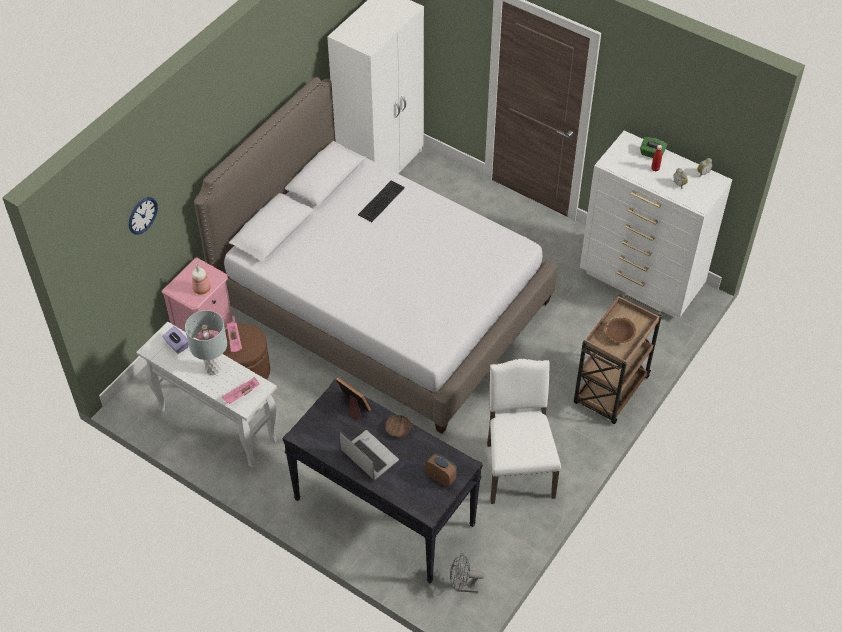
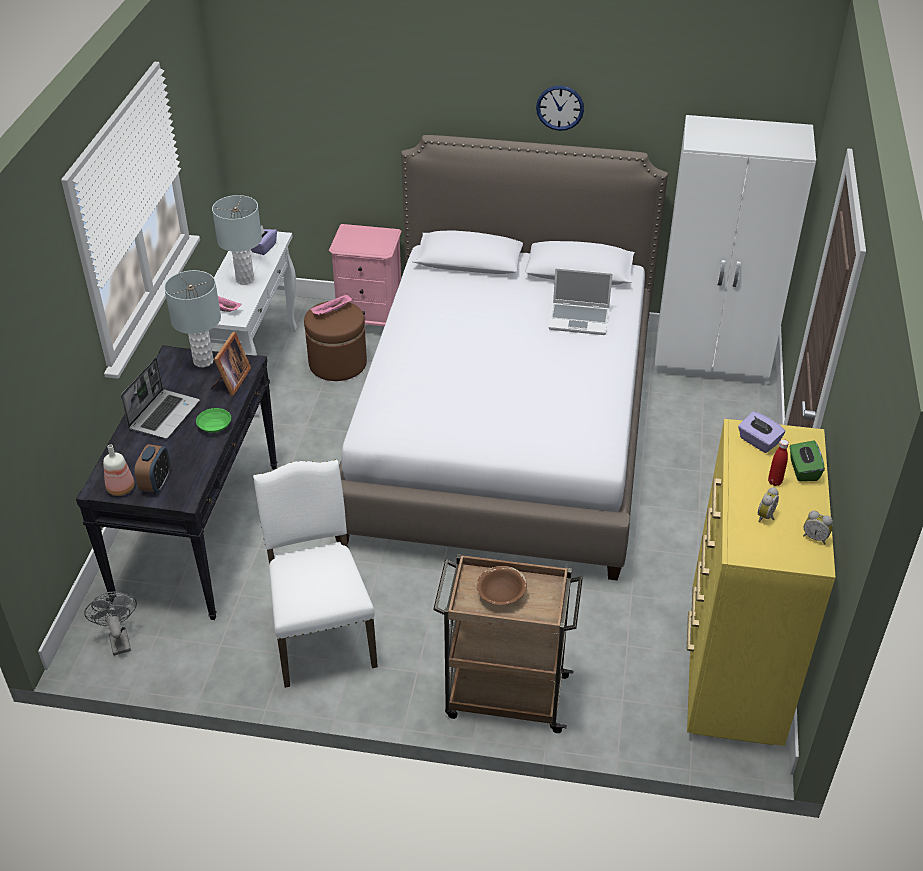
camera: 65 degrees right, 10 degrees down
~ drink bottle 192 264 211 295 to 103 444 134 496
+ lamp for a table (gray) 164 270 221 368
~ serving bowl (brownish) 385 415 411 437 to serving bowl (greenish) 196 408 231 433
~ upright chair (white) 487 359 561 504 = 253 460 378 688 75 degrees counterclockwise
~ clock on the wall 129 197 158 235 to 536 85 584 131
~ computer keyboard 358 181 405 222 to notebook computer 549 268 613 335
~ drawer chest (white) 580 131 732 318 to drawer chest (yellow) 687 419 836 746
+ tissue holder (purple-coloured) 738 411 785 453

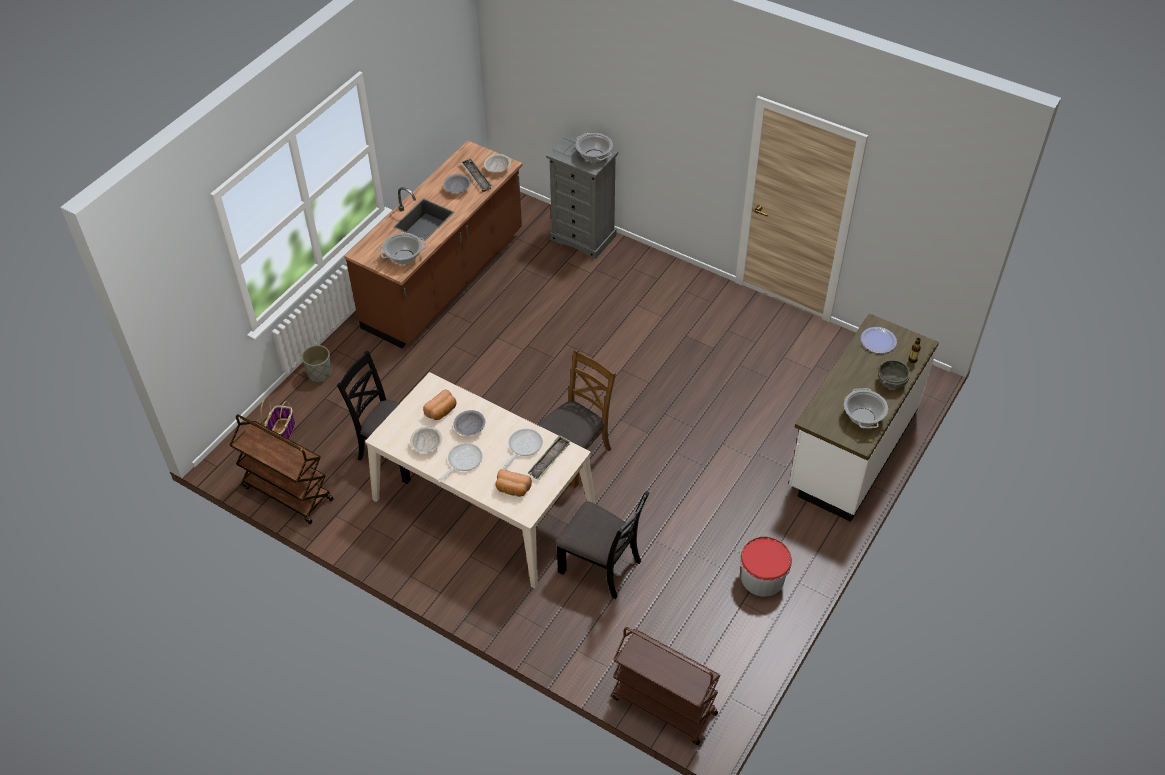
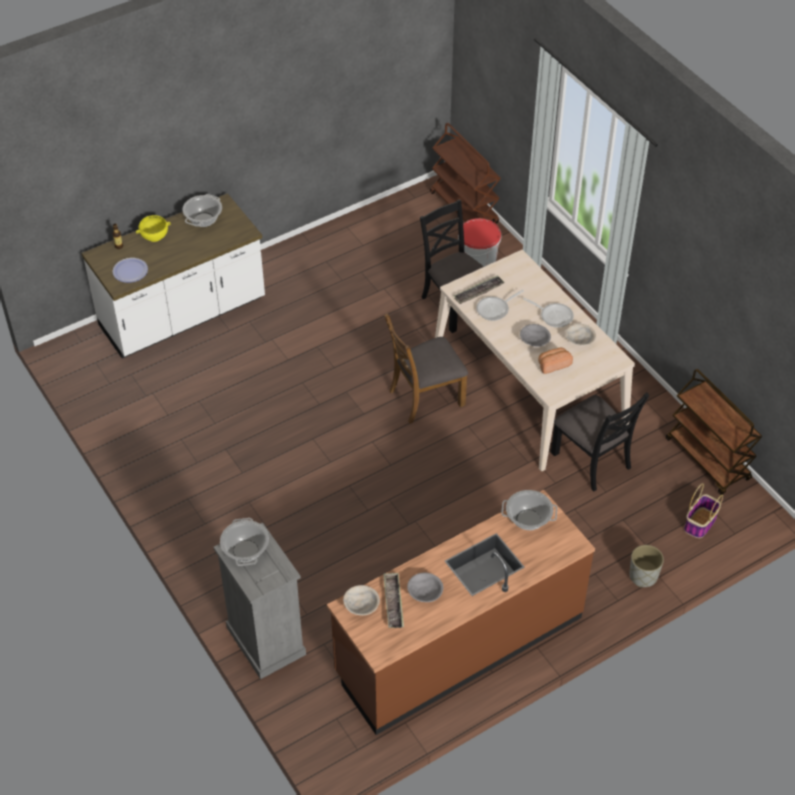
camera: 155 degrees left, 0 degrees up
~ serving bowl (gray) 878 360 910 389 to serving bowl (yellow) 136 215 171 242
~ pail 740 537 792 597 to 458 218 501 267
~ pan 438 443 483 482 = 523 298 574 328 120 degrees counterclockwise
- bakery bread 496 469 532 497

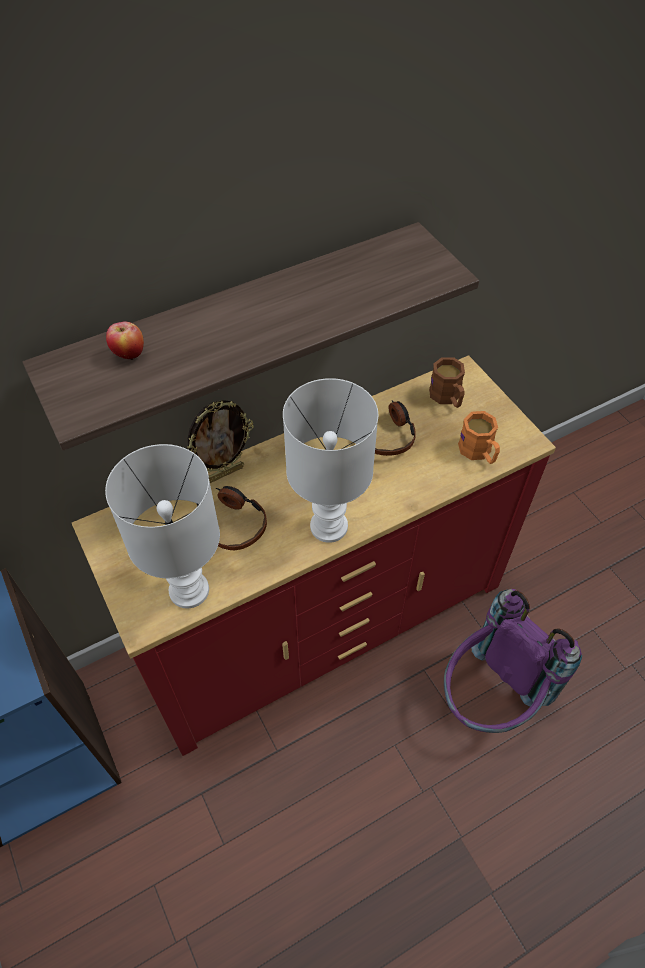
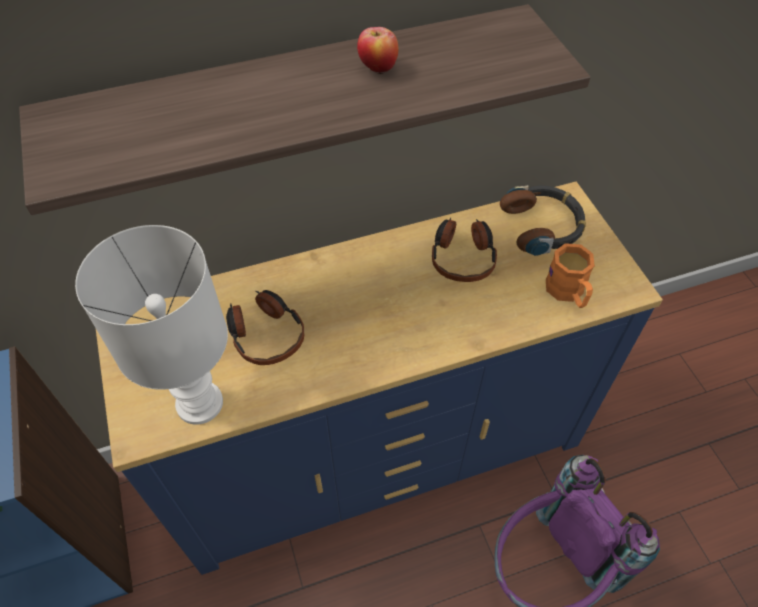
camera: 10 degrees right, 0 degrees up
~ drawer chest (reddish) 72 355 556 756 to drawer chest (blue-coloured) 96 182 663 575
~ apple fruit 106 321 144 361 to 357 27 398 75
~ coffee mug (brownish) 429 357 465 408 to headset 500 185 586 256
- standing frame 187 400 254 483
- lamp for a table (white) 283 378 378 543

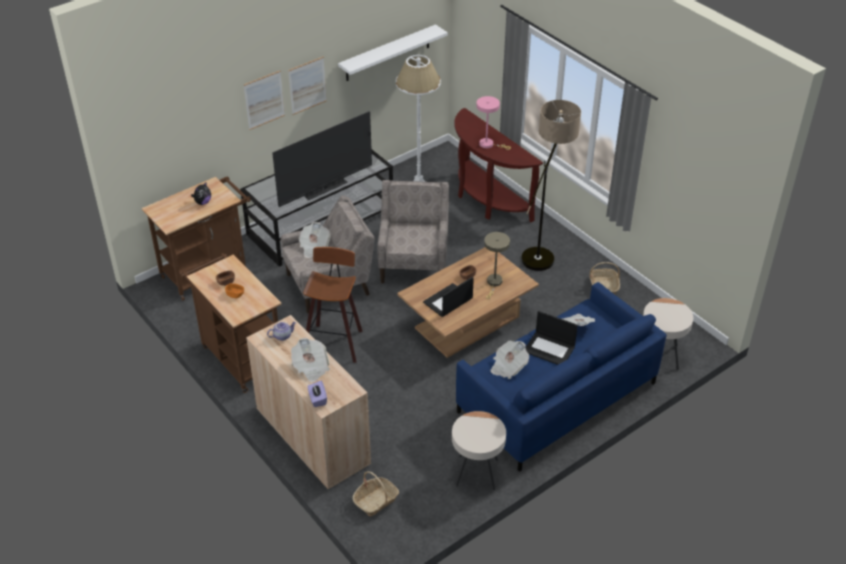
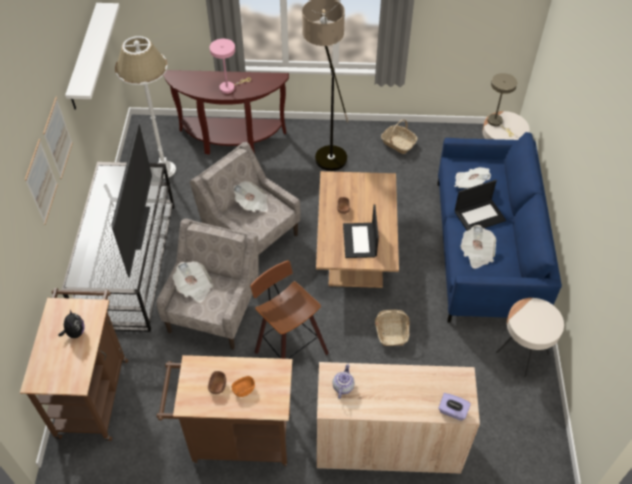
camera: 50 degrees left, 10 degrees up
~ printed paper 291 338 330 382 to 233 181 268 212
~ storage basket 353 471 399 517 to 375 310 410 346
~ lamp for a table (beige) 484 232 510 299 to 488 73 517 137

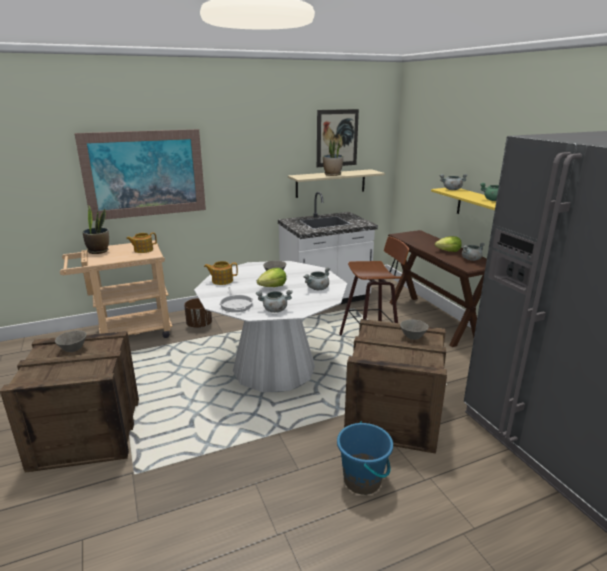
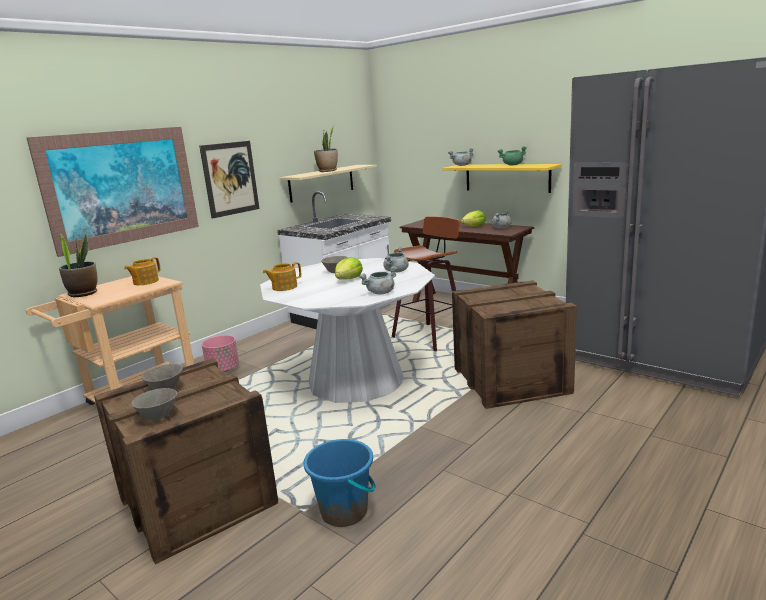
camera: 25 degrees left, 5 degrees down
~ serving bowl (gray) 400 319 429 340 to 131 388 177 420
~ picture 317 109 359 167 to 199 141 259 219
~ plant pot (brownish) 184 298 212 328 to plant pot (pinkish) 202 335 239 372
~ pail (blue-coloured) 337 422 393 495 to 303 439 376 527
- pan 219 287 254 312

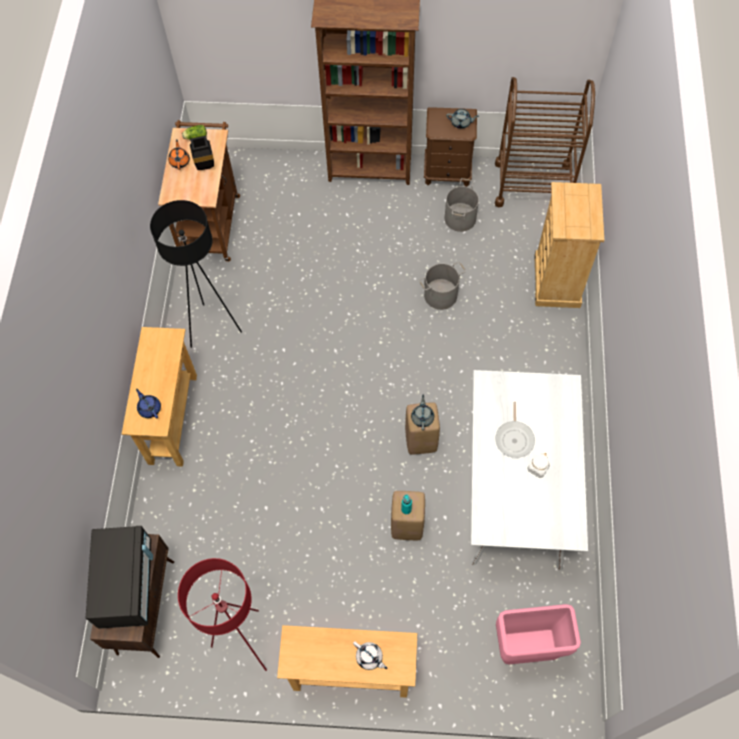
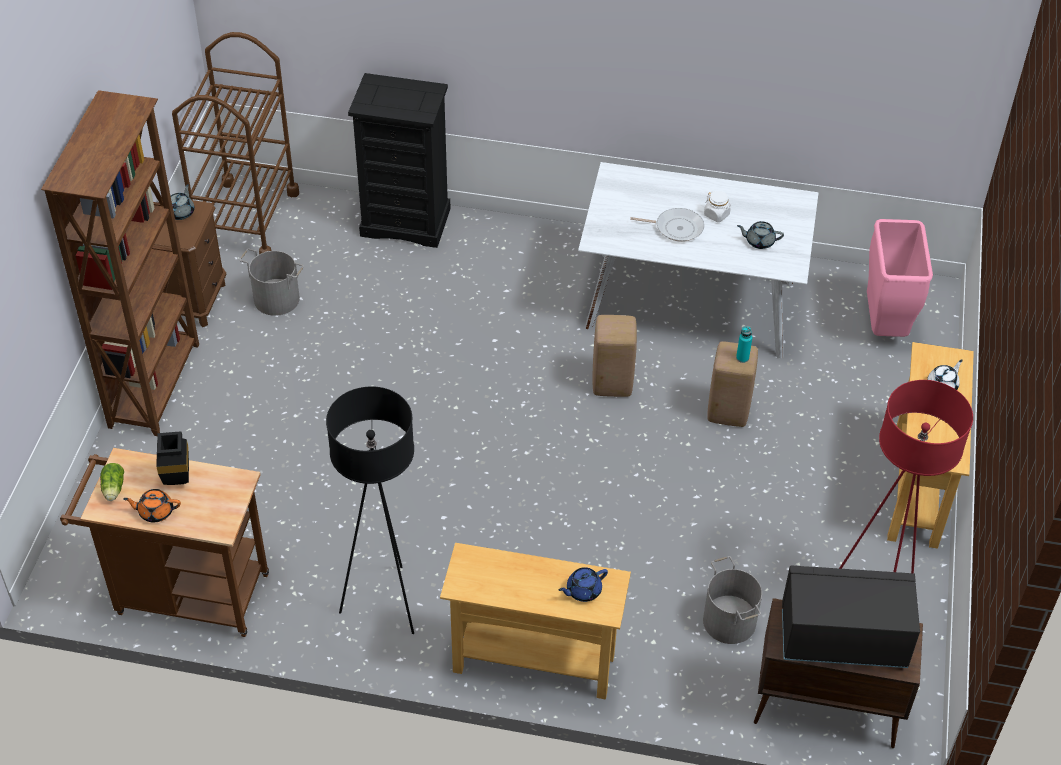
camera: 85 degrees left, 15 degrees down
~ drawer chest (beige) 535 182 604 308 to drawer chest (blackish) 348 73 451 248
~ pail (gray) 419 262 466 310 to 703 556 762 644
~ pot for tea (gray) 411 395 434 430 to 737 221 784 249

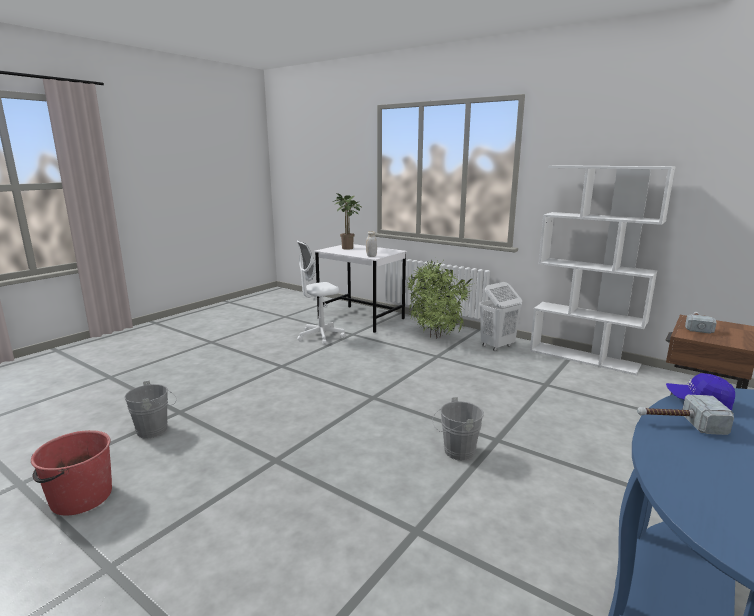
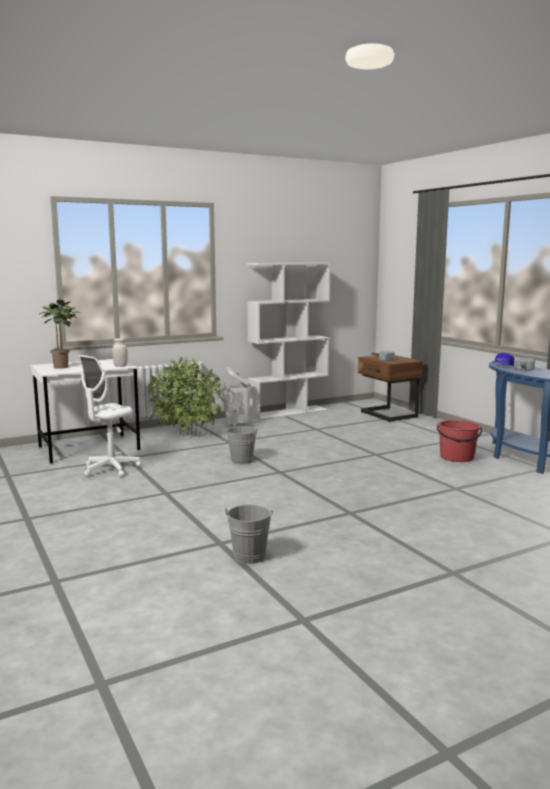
camera: 65 degrees left, 5 degrees down
~ desk chair (white) 297 241 345 345 = 79 355 141 477 45 degrees clockwise
~ pail (gray) 433 397 484 461 to 224 426 258 464
~ pail (reddish) 31 430 112 516 to 437 420 482 462

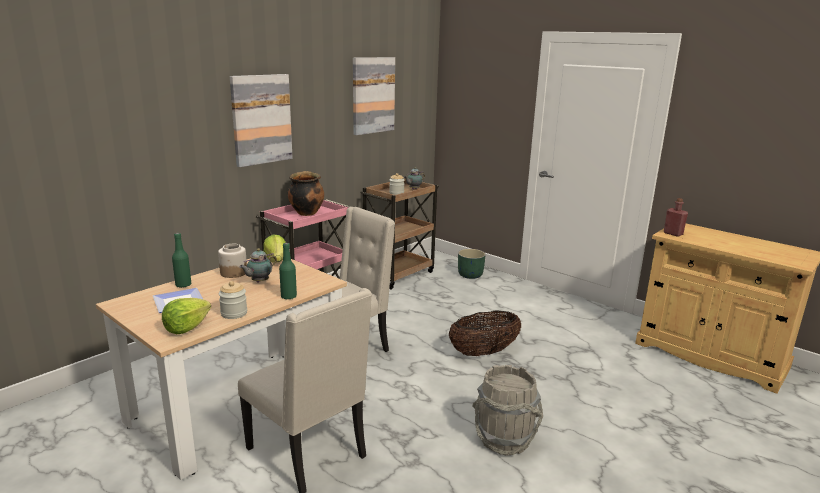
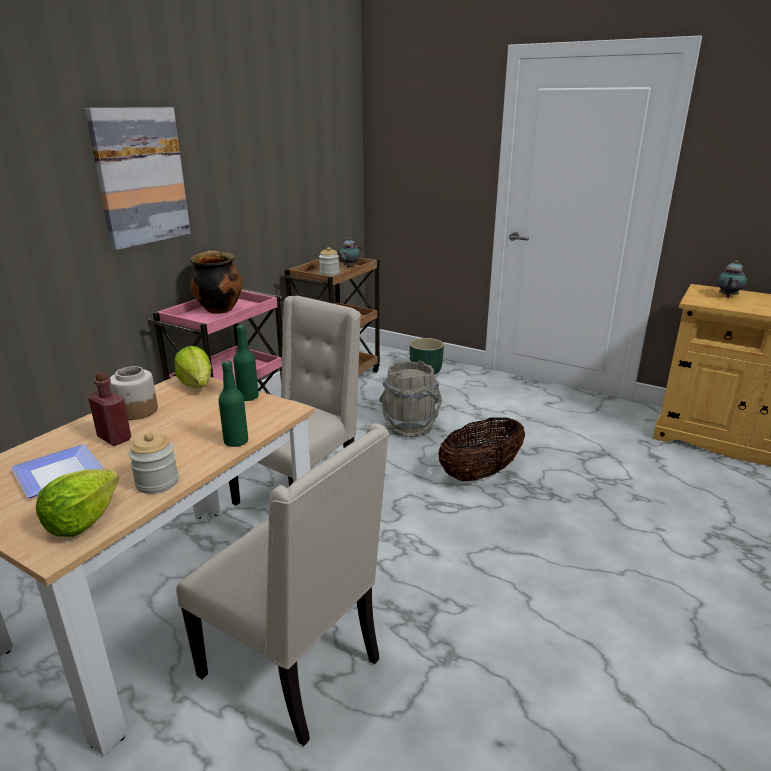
camera: 10 degrees left, 5 degrees up
~ drink bottle (reddish) 664 198 688 237 to 88 372 131 446
~ drink bottle (greenish) 172 233 191 288 to 233 325 259 401
~ pail (gray) 473 365 543 456 to 379 361 442 437
~ pot for tea 239 248 277 283 to 717 260 747 297
- picture 353 57 395 135

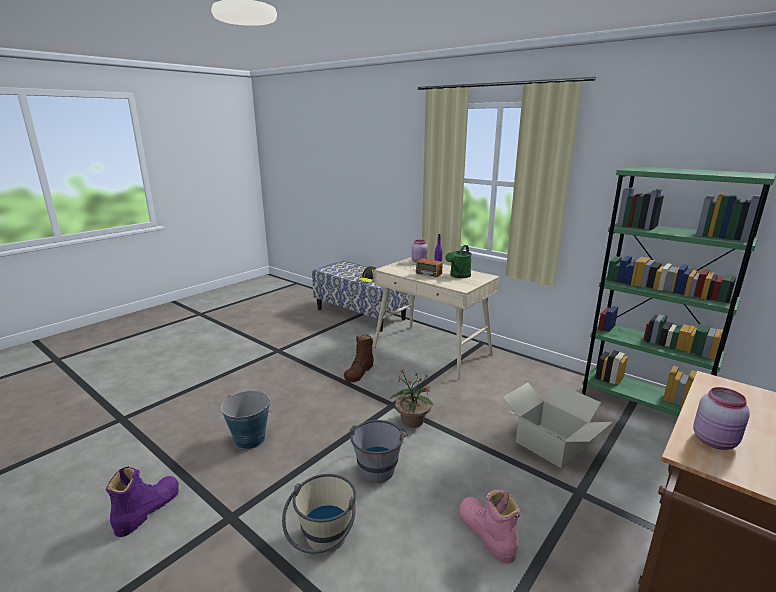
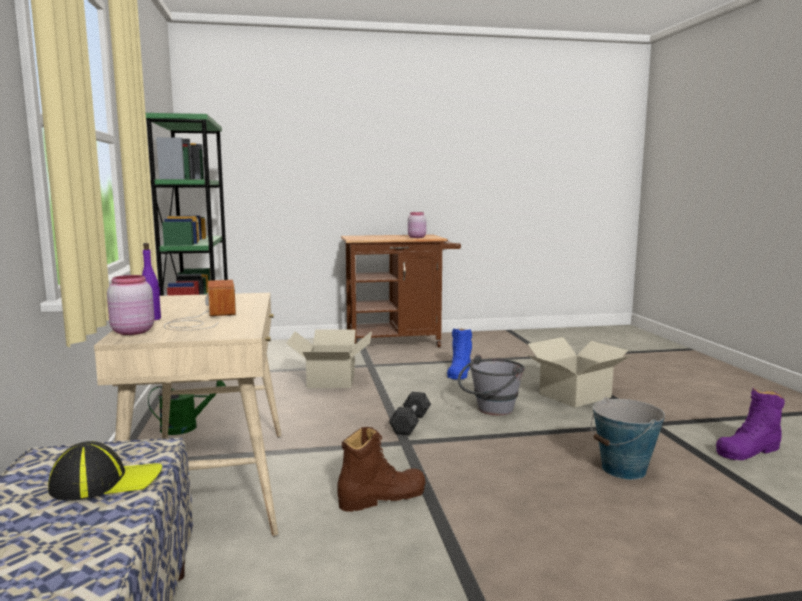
camera: 140 degrees left, 10 degrees down
~ watering can (greenish) 445 245 472 278 to 148 381 226 435
~ plant in a pot 391 369 434 428 to free weight (gray) 389 392 431 436
~ boot (pinkish) 459 490 520 563 to boot (blue-coloured) 447 328 472 380
~ pail (beige) 282 474 356 554 to packing box 526 337 632 408

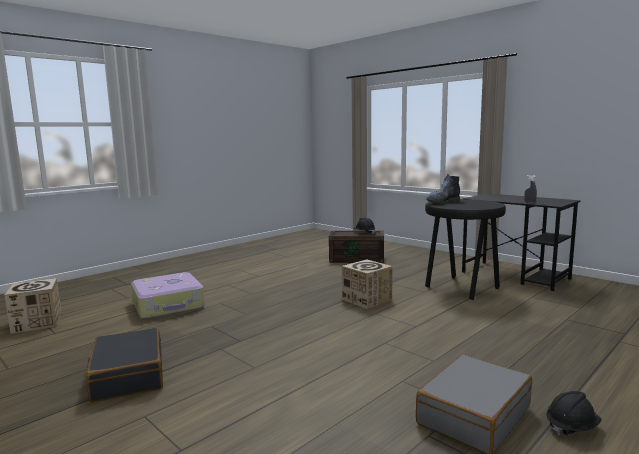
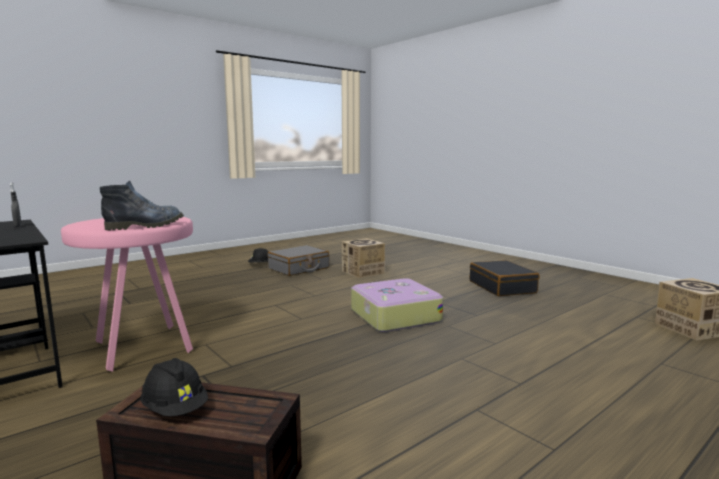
camera: 175 degrees left, 0 degrees up
~ sitting stool (blackish) 425 199 506 300 to sitting stool (pinkish) 61 217 193 372
~ packing box 342 259 393 309 to 342 238 385 278
~ piece of luggage 131 272 205 319 to 351 278 443 332

